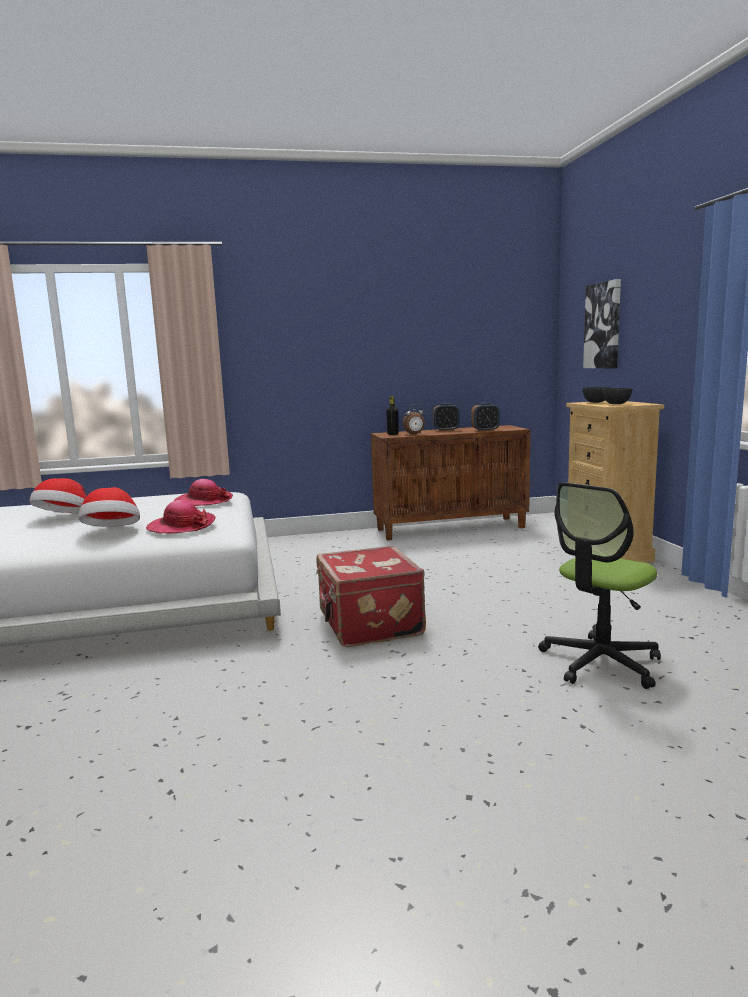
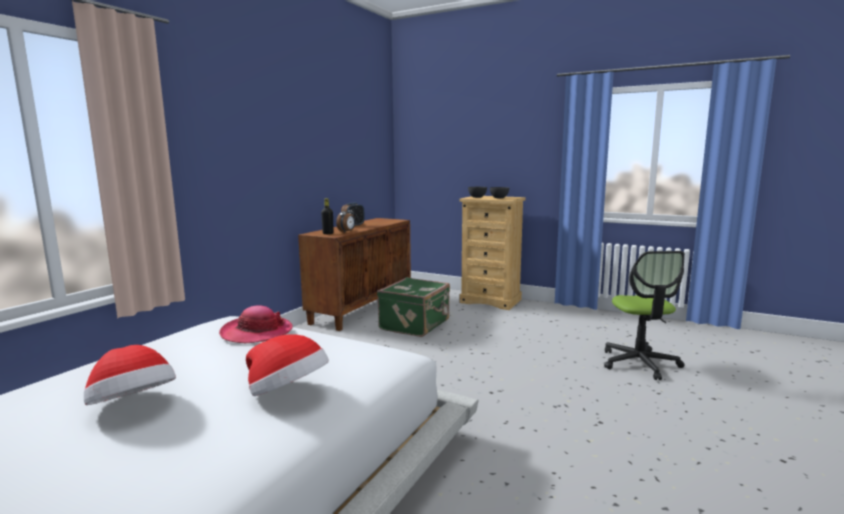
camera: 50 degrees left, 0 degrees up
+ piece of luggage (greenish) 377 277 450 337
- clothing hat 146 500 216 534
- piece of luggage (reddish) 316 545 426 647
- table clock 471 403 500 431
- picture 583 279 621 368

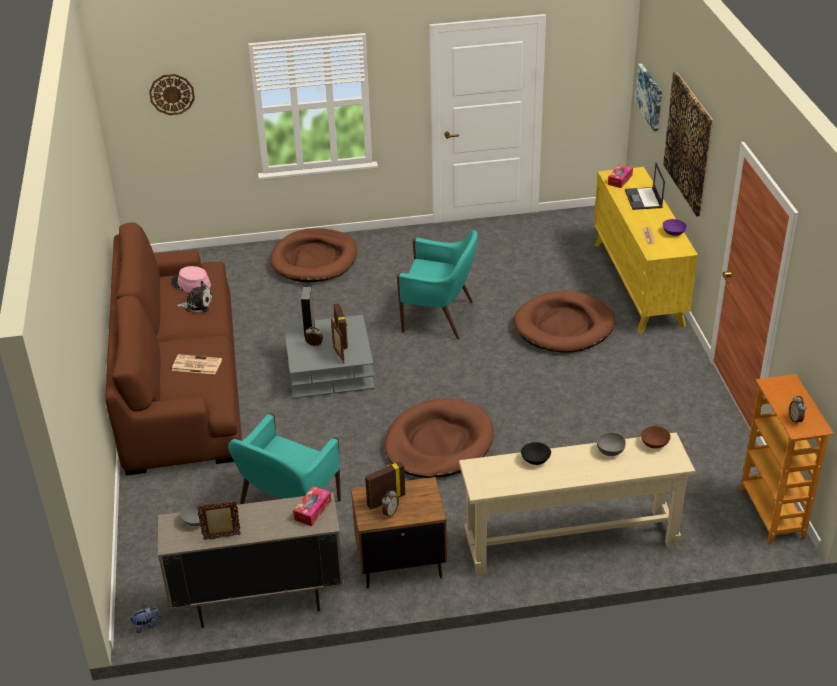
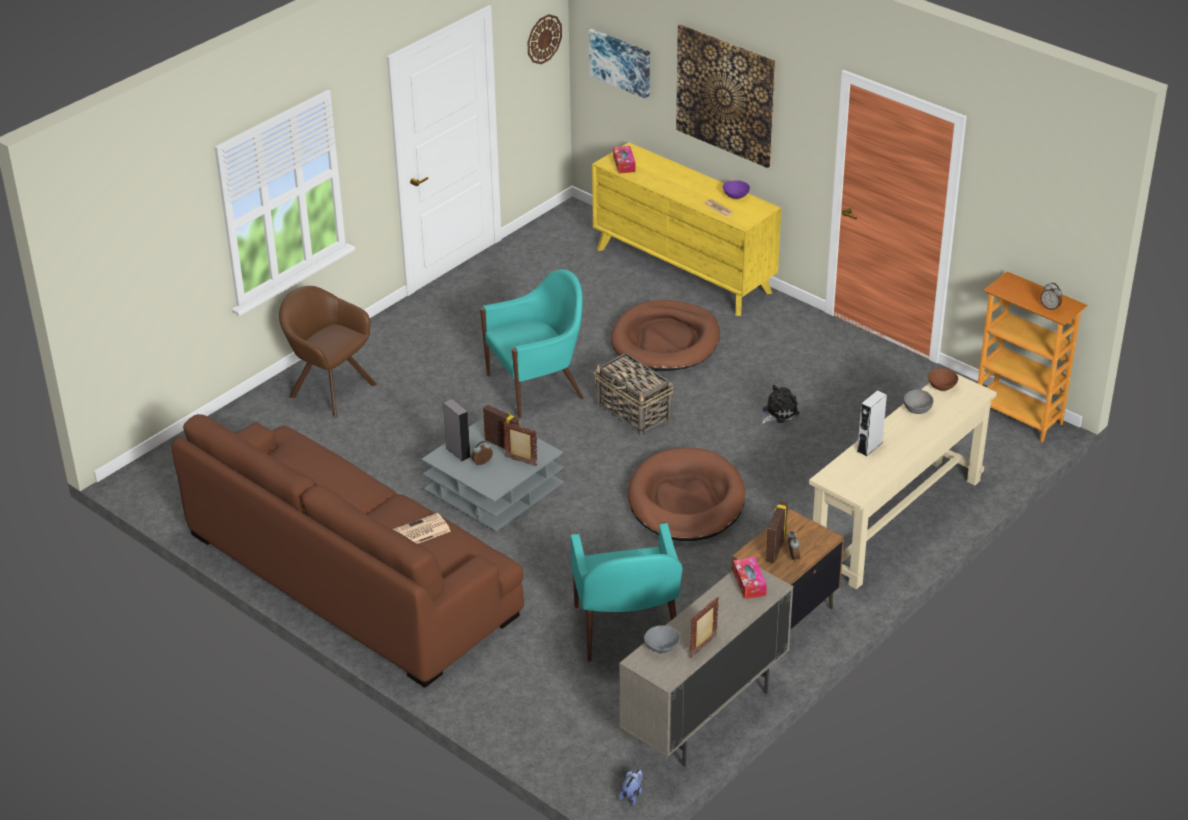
camera: 40 degrees left, 0 degrees up
~ dog cushion (brownish) 270 228 357 283 to armchair (brownish) 279 286 377 417
~ clock on the wall 149 74 195 115 to 527 14 562 64
+ storage basket 593 353 673 436
~ plush toy 176 281 213 313 to 761 385 800 424
~ serving bowl (blackish) 521 442 551 465 to loudspeaker (gray) 857 390 887 456
- clothing hat (pinkish) 171 266 211 293
- notebook computer 625 162 665 210

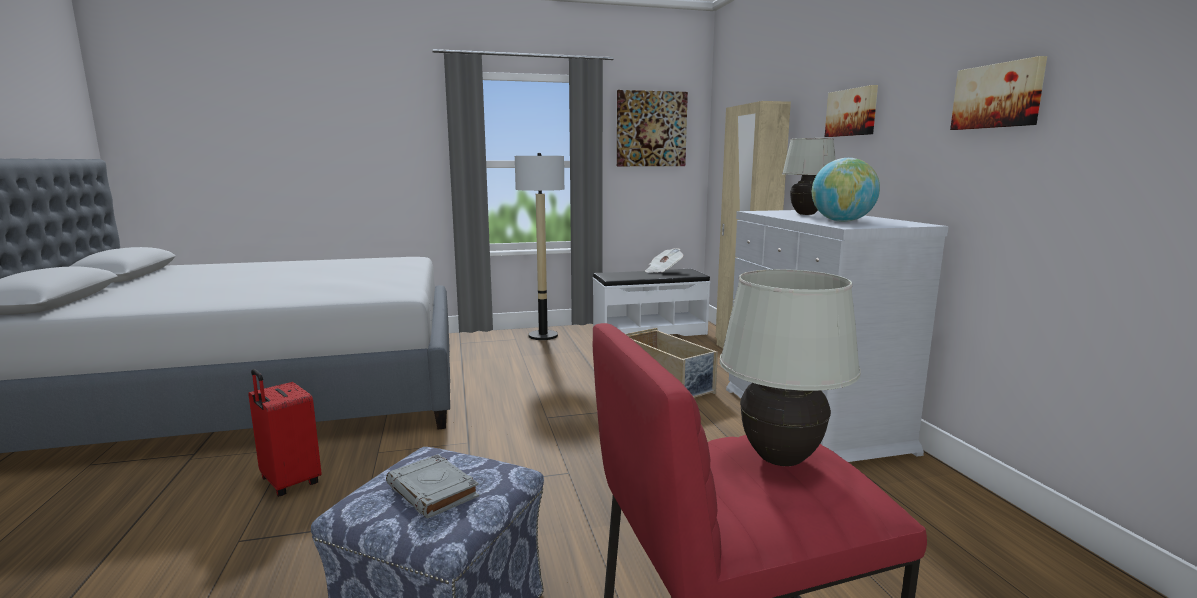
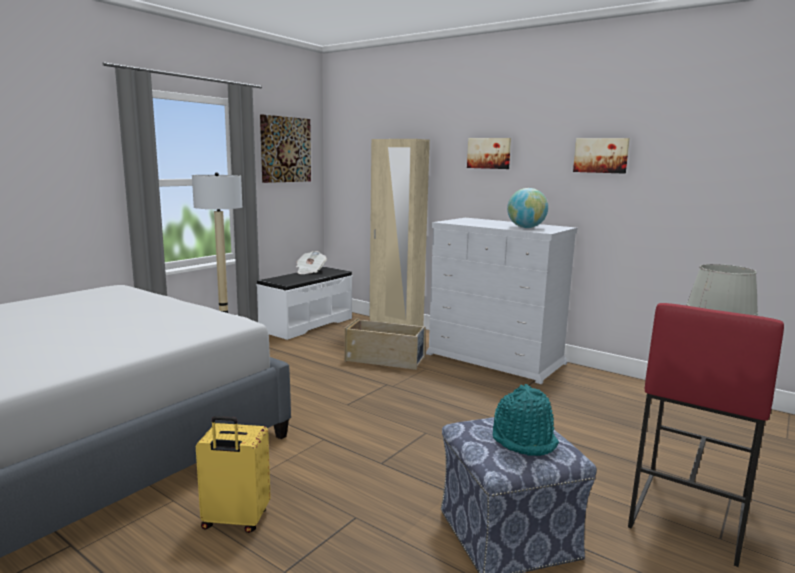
camera: 40 degrees left, 0 degrees up
~ piece of luggage (reddish) 248 369 321 497 to piece of luggage (yellow) 196 416 271 533
~ bound book (gray) 386 454 479 519 to clothing hat (blue-green) 493 384 559 456
- lamp for a table (white) 782 138 836 215

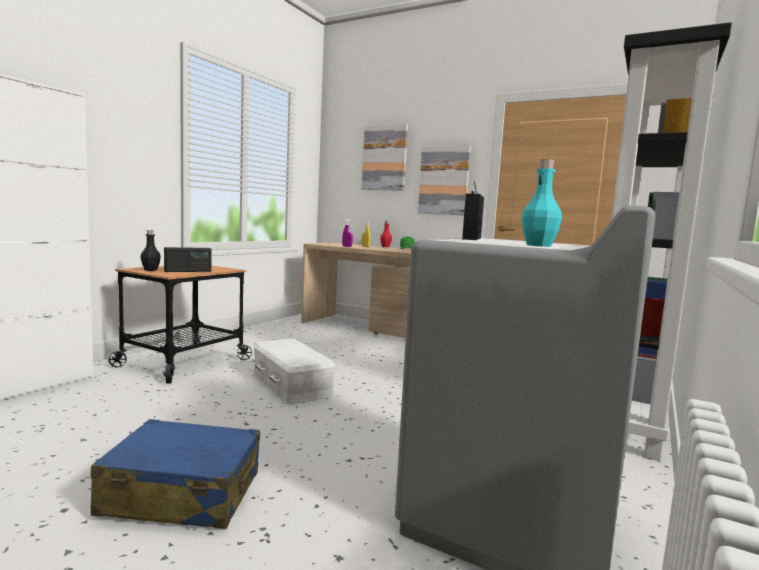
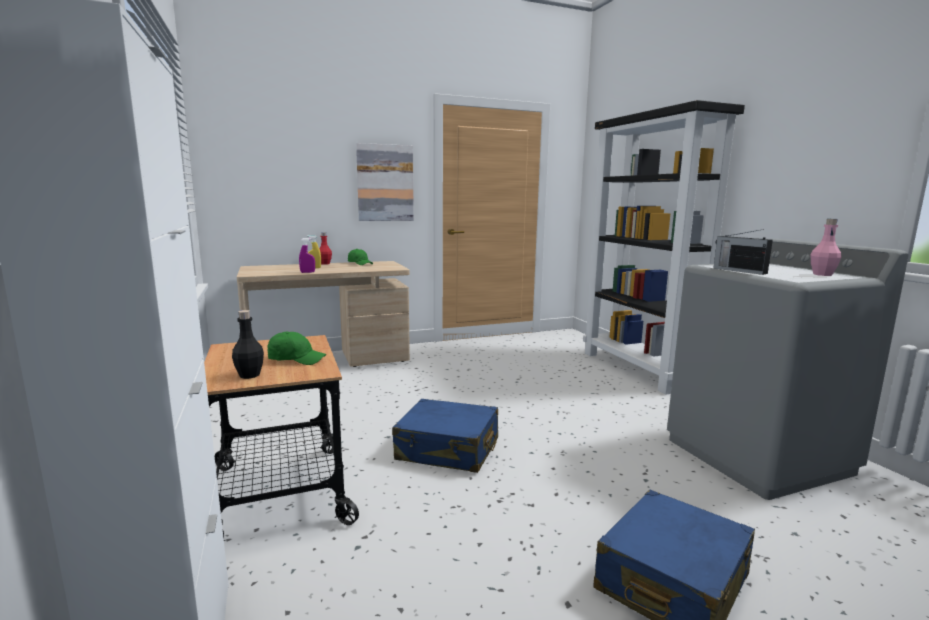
camera: 50 degrees left, 5 degrees up
~ radio set 164 247 211 272 to cap (greenish) 268 332 326 365
~ storage bin (white) 254 339 336 404 to piece of luggage (blue-coloured) 392 399 498 473
~ drink bottle (blue-green) 522 159 562 247 to drink bottle (pinkish) 811 219 841 276
- picture 362 124 408 191

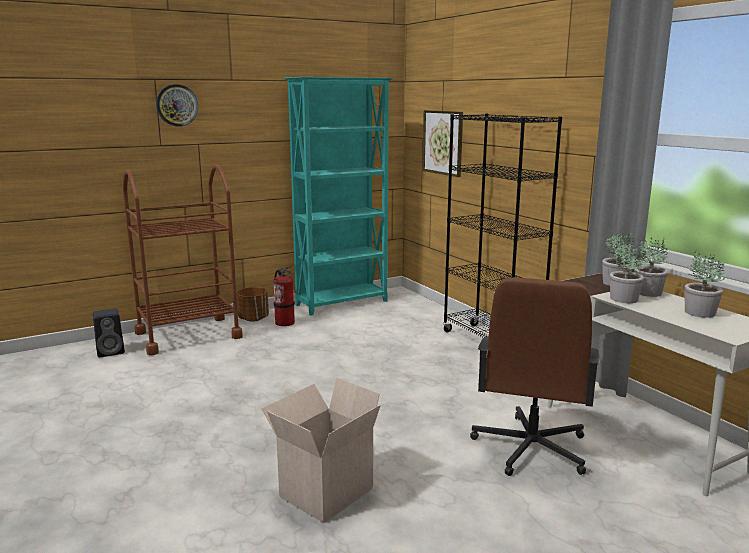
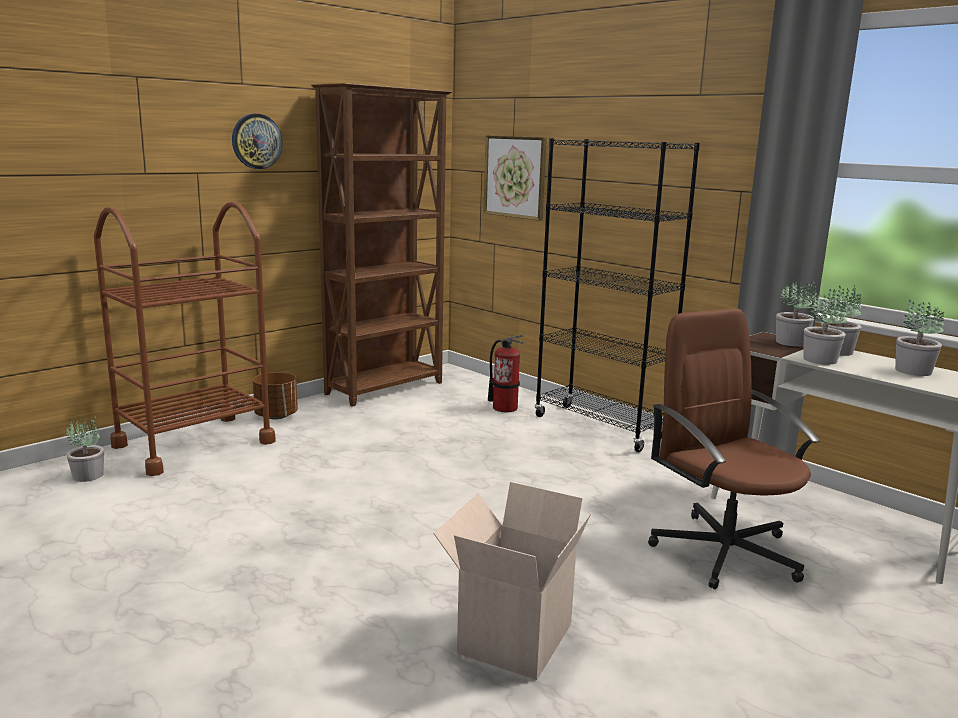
camera: 15 degrees left, 0 degrees up
~ loudspeaker (blackish) 93 308 125 357 to plant in a pot 66 416 104 482
~ clock on the wall 156 84 198 127 to 232 114 283 169
~ shelving unit (blue-green) 284 77 393 316 to shelving unit (brownish) 311 83 452 407
~ fire-fighting cylinder 273 266 295 326 to 488 334 525 413
~ desk chair (brownish) 470 277 600 476 = 648 308 820 589 150 degrees clockwise

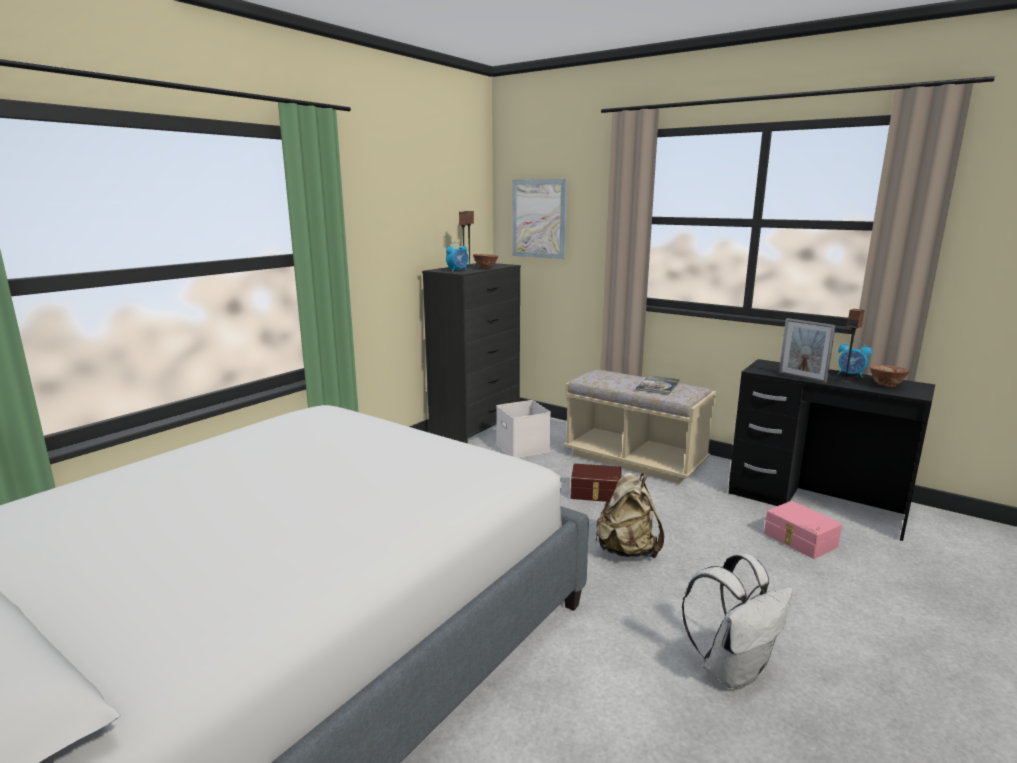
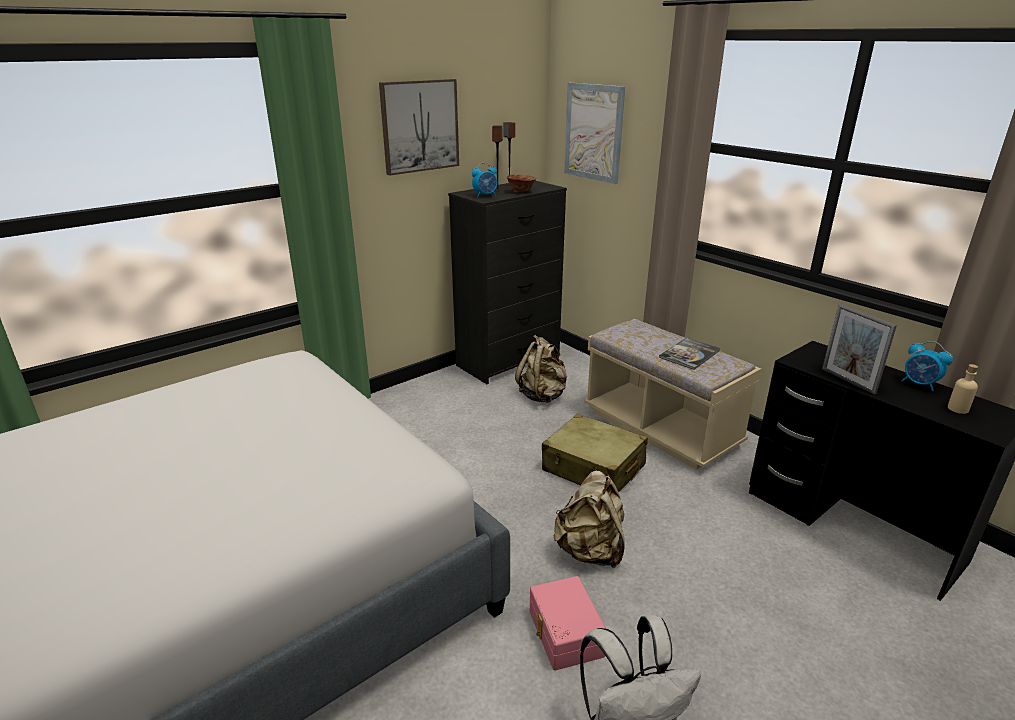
camera: 15 degrees right, 10 degrees up
+ picture 379 79 459 176
~ storage bin (white) 496 400 551 458 to rucksack (beige) 515 335 567 403
~ storage bin (pinkish) 764 501 842 559 to 530 576 606 671
~ storage bin (brownish) 571 464 621 502 to piece of luggage (beige) 542 414 648 492
~ serving bowl 869 365 910 387 to drink bottle (beige) 948 364 978 414
- loudspeaker 840 309 865 383

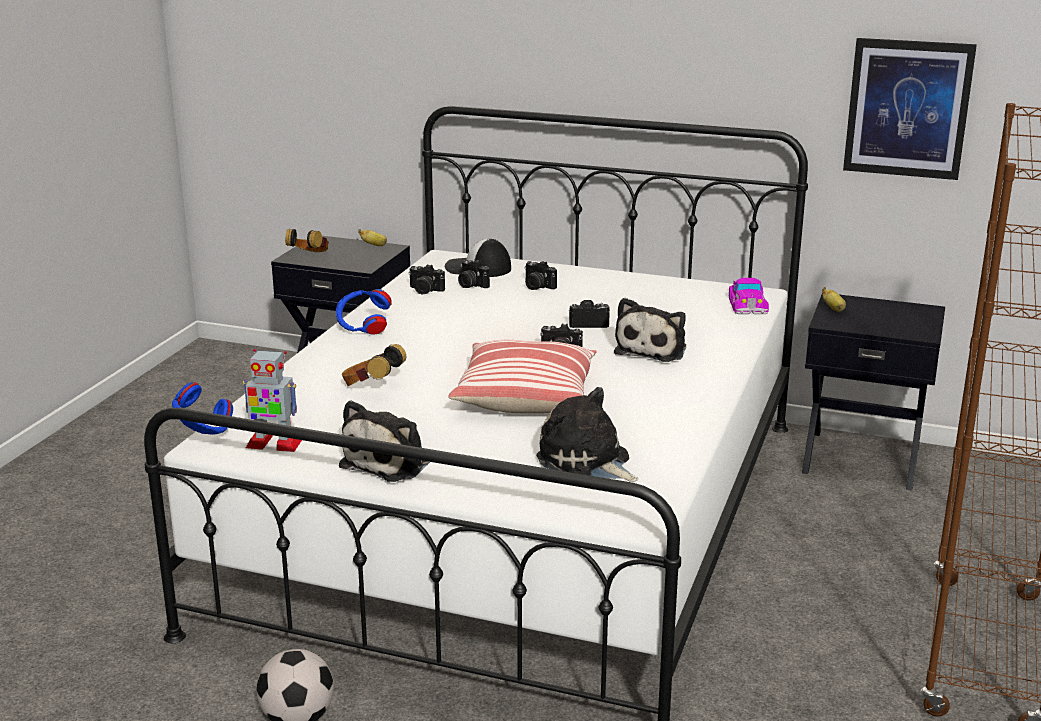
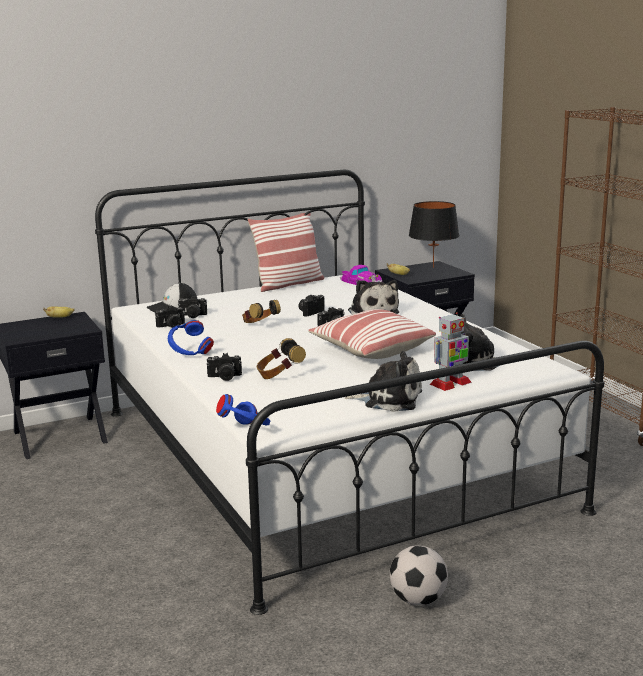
camera: 45 degrees left, 5 degrees down
~ photo camera 525 261 557 290 to 206 353 242 381
~ headset 285 229 329 252 to 242 300 281 323
+ cushion 248 213 324 292
~ plush toy 339 400 430 482 = 345 351 422 412 60 degrees counterclockwise
+ lamp for a table (blackish) 409 201 459 268
~ model robot 243 349 302 452 to 430 312 472 391
- picture 843 38 977 180

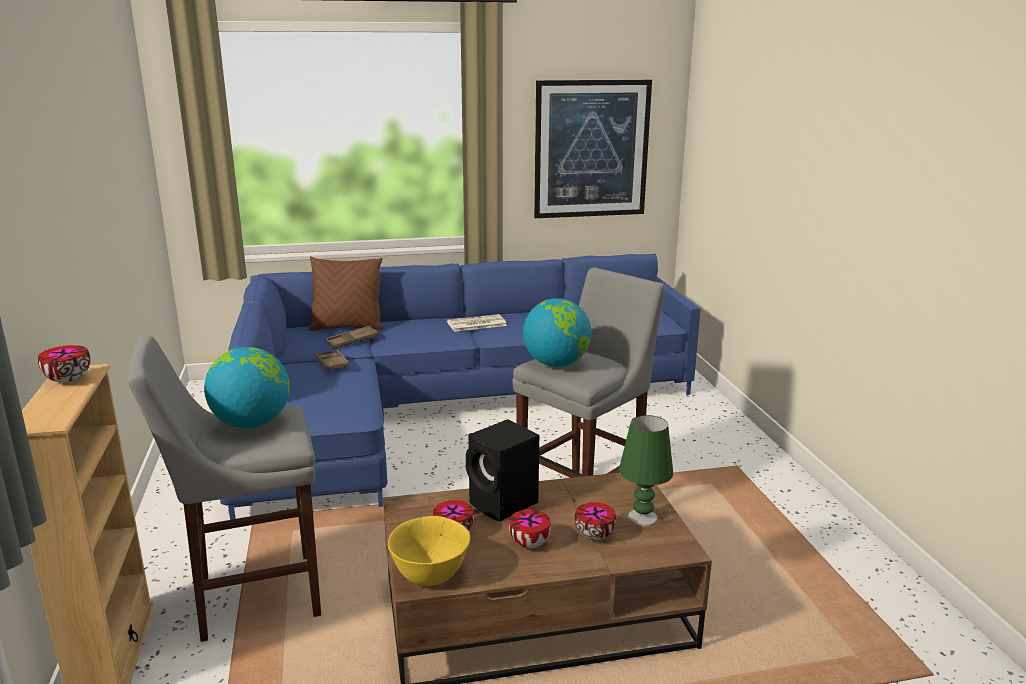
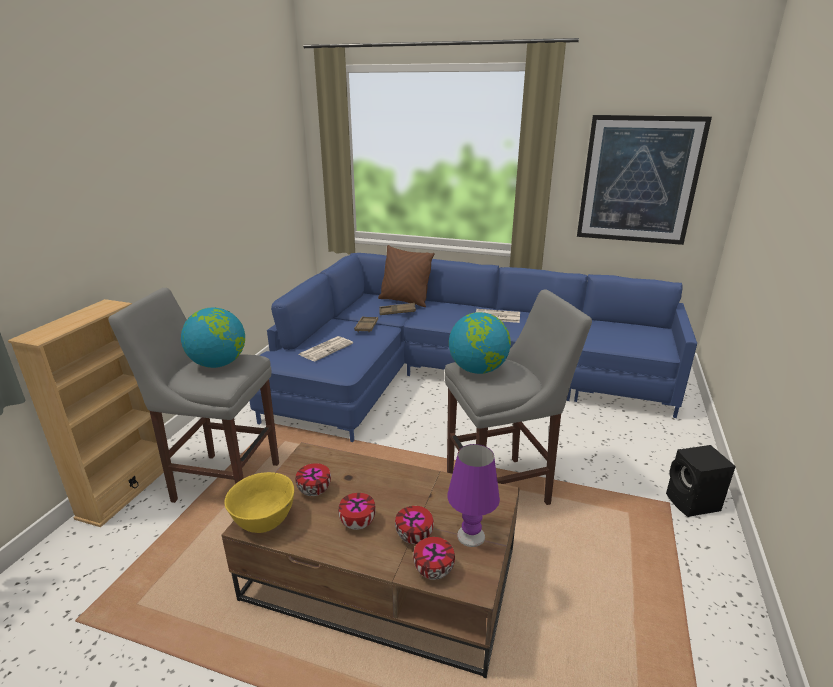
camera: 30 degrees right, 5 degrees up
+ printed paper 298 336 353 361
~ serving bowl 38 345 90 383 to 413 537 455 580
~ lamp for a table (greenish) 619 415 673 526 to lamp for a table (purple-coloured) 447 444 500 547
~ loudspeaker (blackish) 466 419 539 521 to 666 445 736 517

